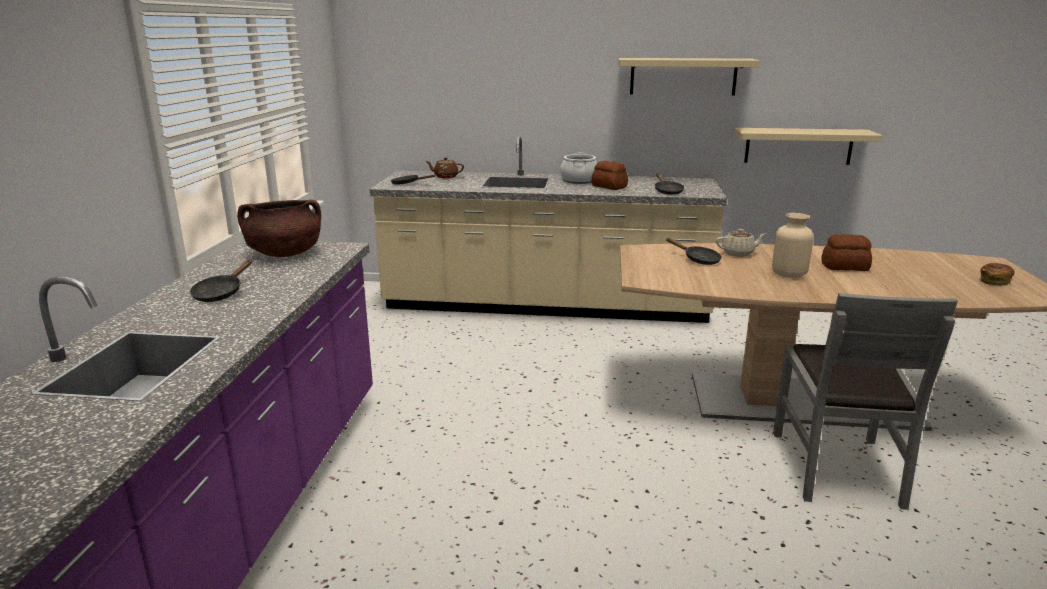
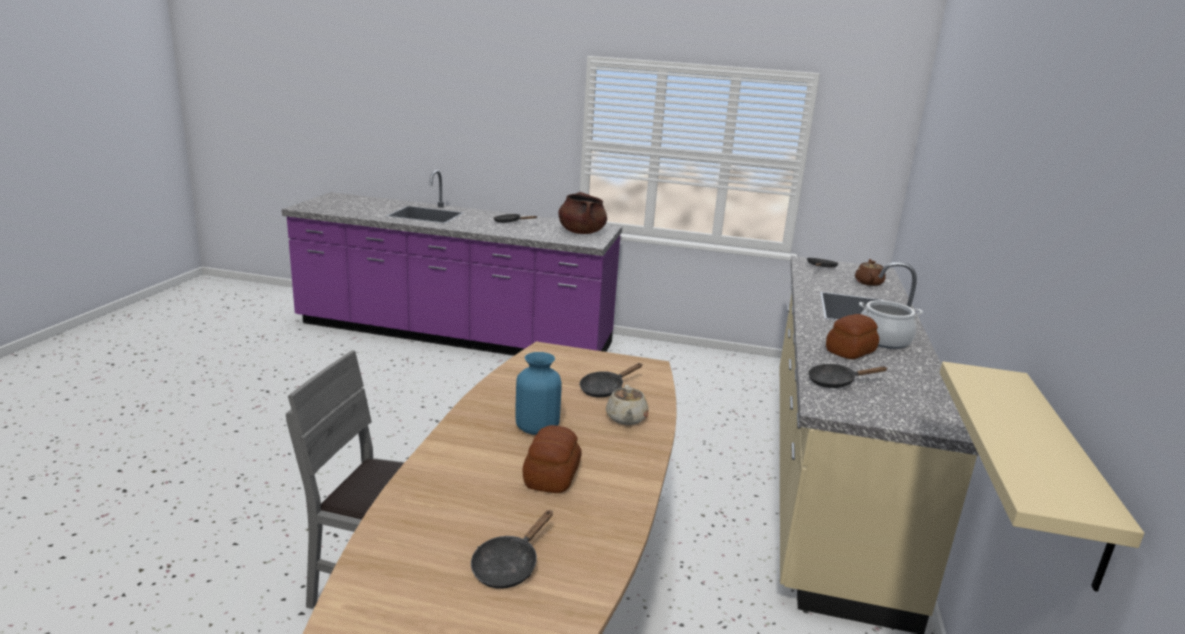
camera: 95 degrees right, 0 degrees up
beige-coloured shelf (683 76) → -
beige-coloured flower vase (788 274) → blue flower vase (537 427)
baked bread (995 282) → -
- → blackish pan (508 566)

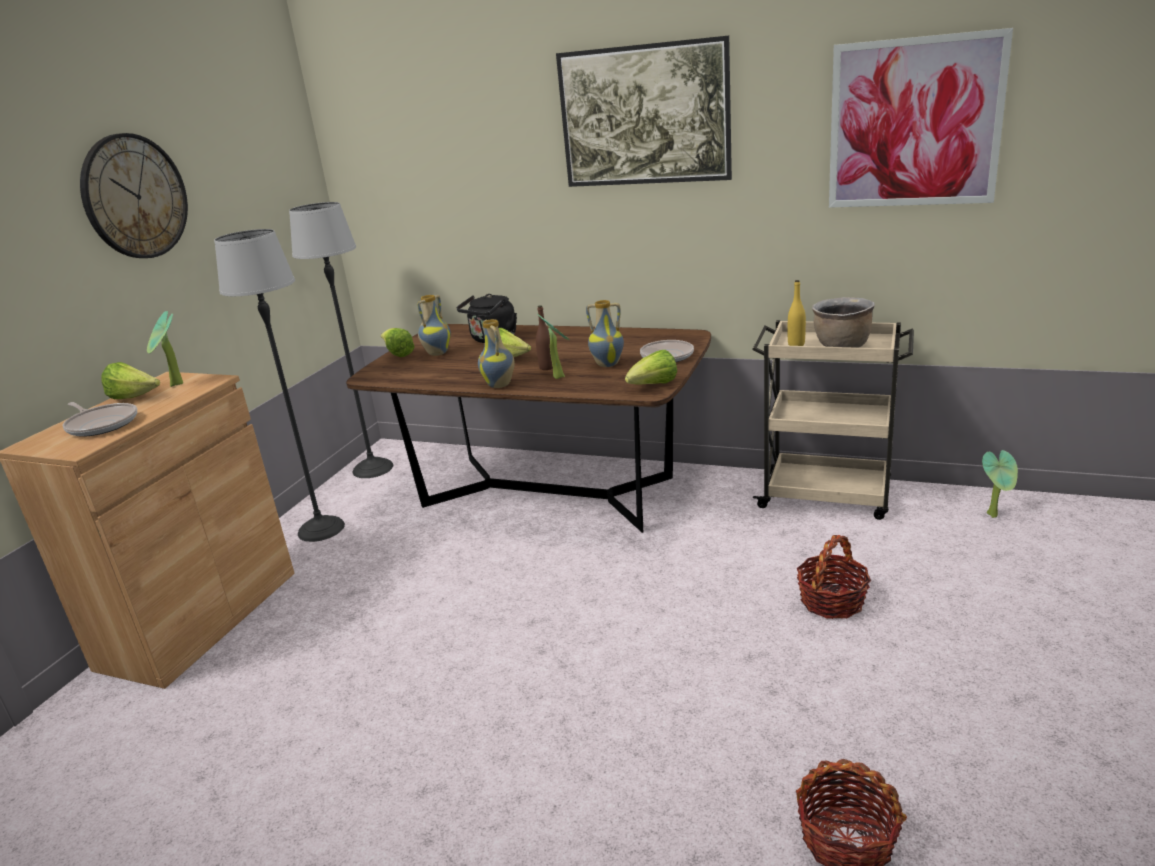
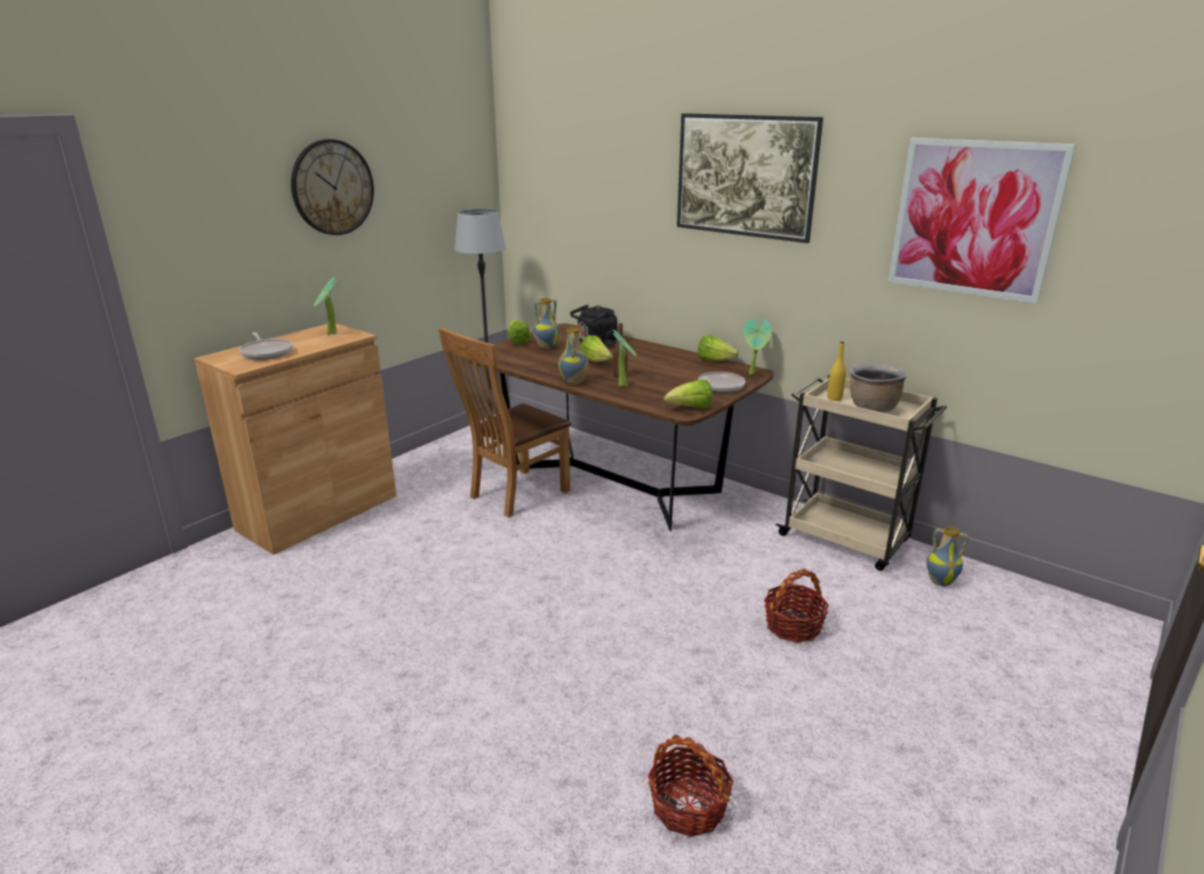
camera: 15 degrees right, 0 degrees up
lettuce (135 398) → lettuce (715 361), shifted
floor lamp (321 529) → -
flower vase (608 364) → flower vase (940 581), shifted
plant in a pot (995 515) → plant in a pot (753 374), shifted
- → brown upright chair (514 495)

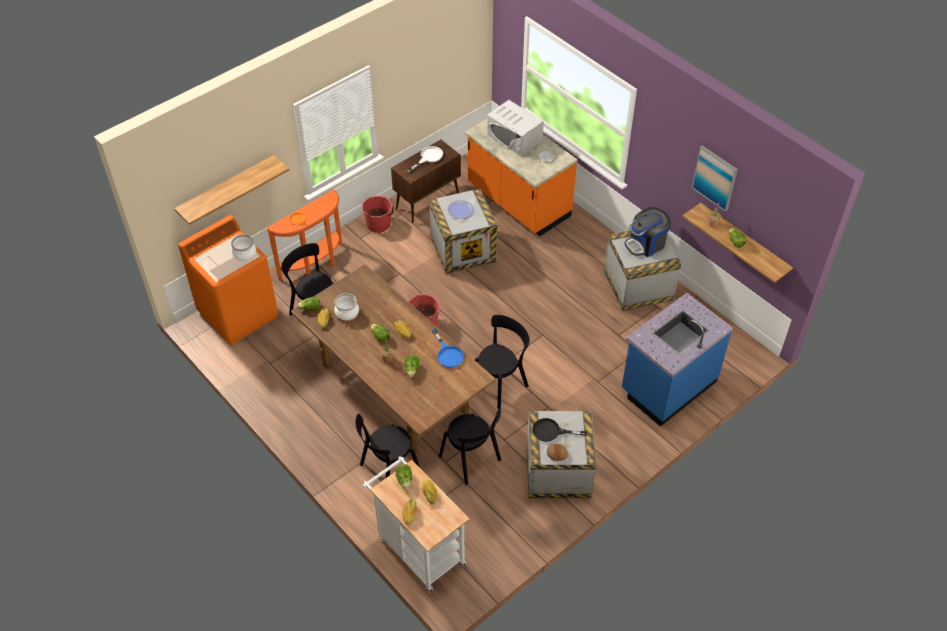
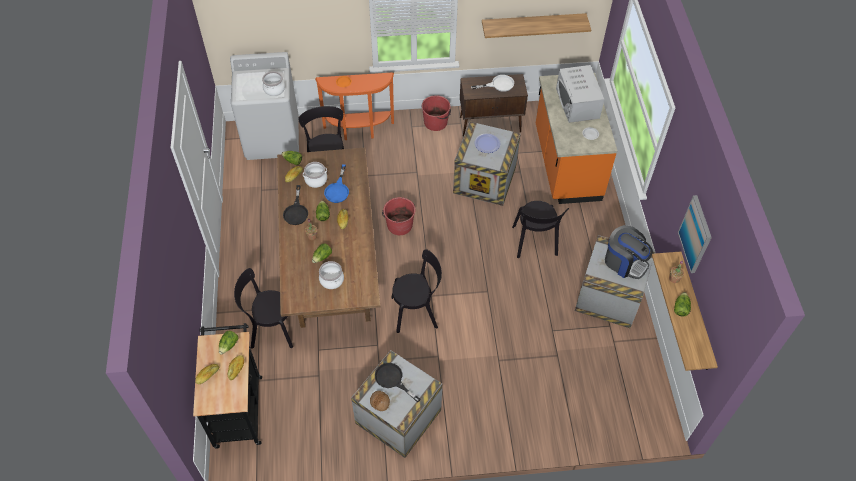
camera: 35 degrees right, 5 degrees up
shelf (226 189) → shelf (533 24), shifted
orange-coloured laundry machine (238 314) → white-coloured laundry machine (272 138)
white-coloured cart (418 548) → blackish cart (238 406)
blue pan (448 354) → blue pan (338 190), shifted
blackish upright chair (471 460) → blackish upright chair (535 243), shifted
blue kitchen base unit (667 386) → -
coffee brewer (646 244) → coffee brewer (624 262), 150 degrees counterclockwise
- → blackish pan (296 211)
- → stockpot (332 280)

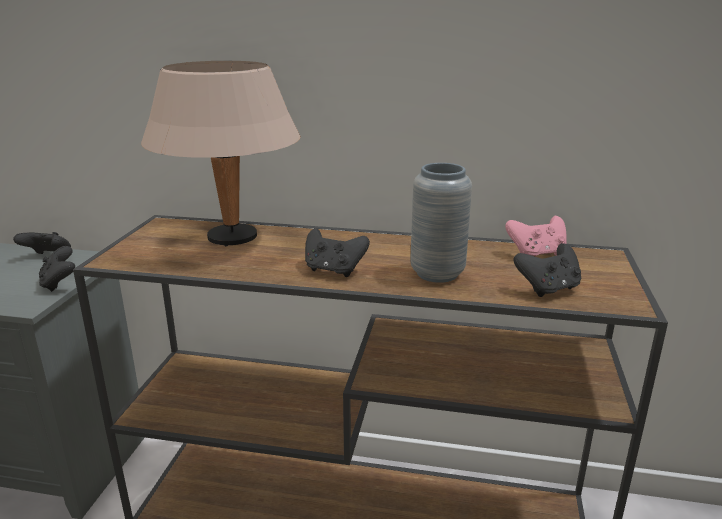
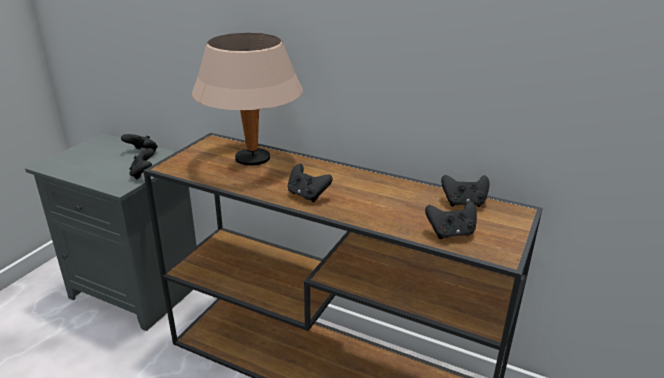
camera: 15 degrees right, 5 degrees up
grey flower vase (437 273) → -
pink-coloured game controller (536 254) → blackish game controller (464 203)

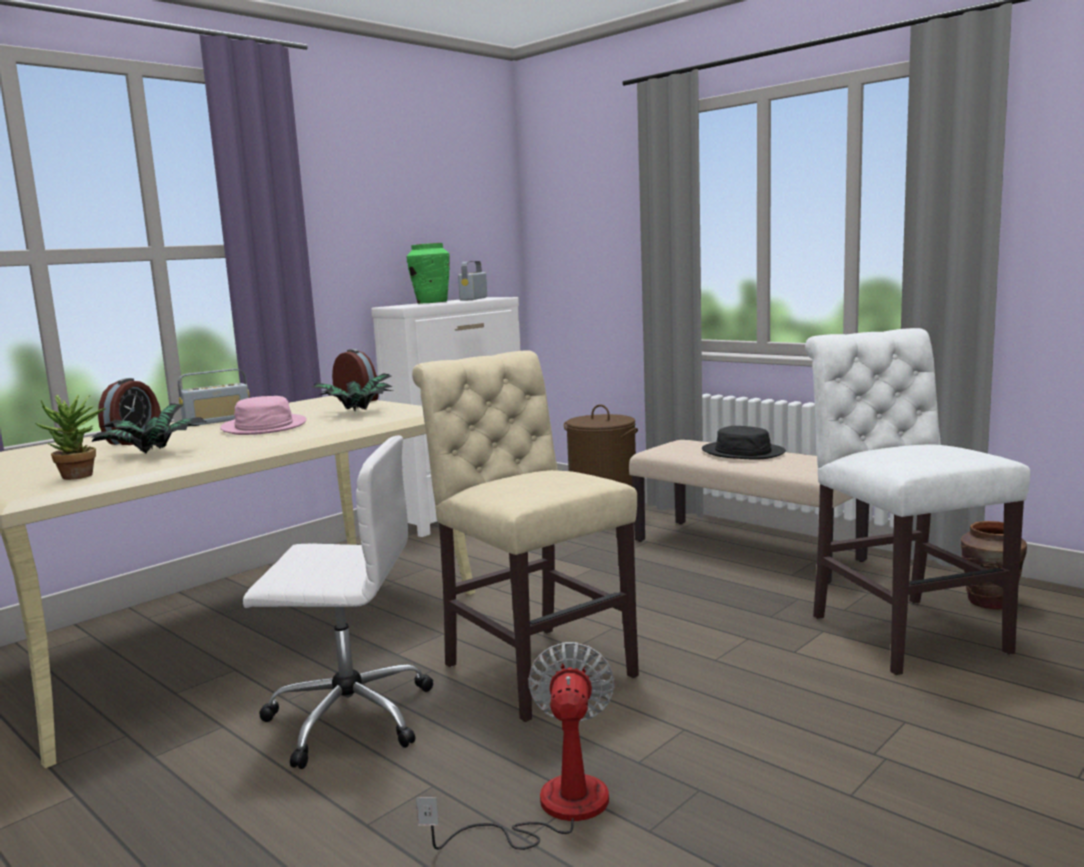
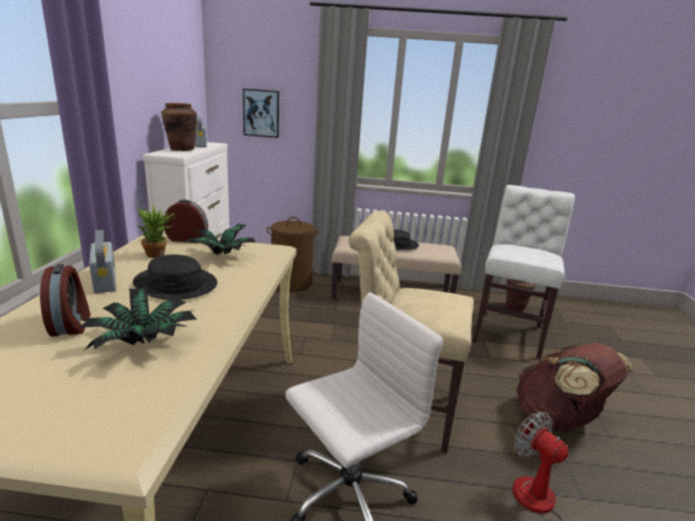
camera: 40 degrees left, 10 degrees up
plant in a pot (79 477) → plant in a pot (159 255), shifted
radio set (217 421) → radio set (105 281), 45 degrees counterclockwise
pink-coloured hat (264 427) → blackish hat (175 284)
greenish flower vase (431 303) → brown flower vase (181 149)
white-coloured upright chair (901 630) → white-coloured upright chair (508 332), 75 degrees clockwise
- → wall picture (261 113)
- → brown backpack (558 420)

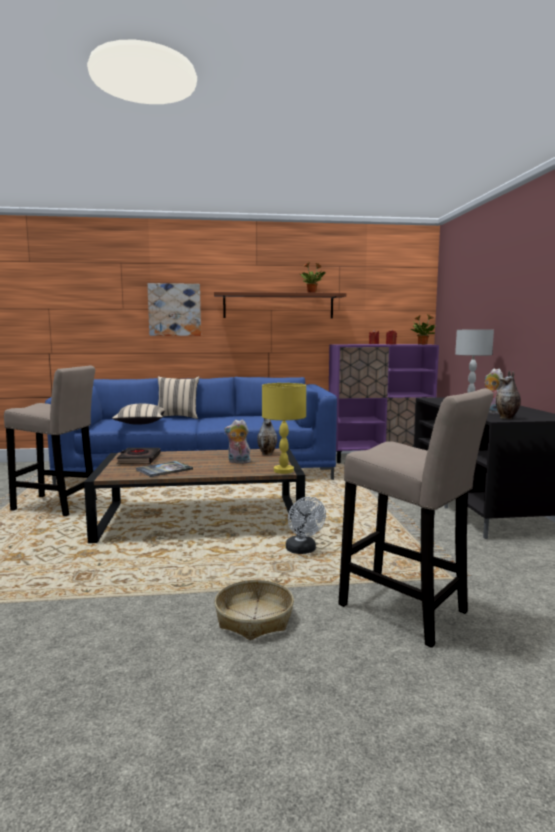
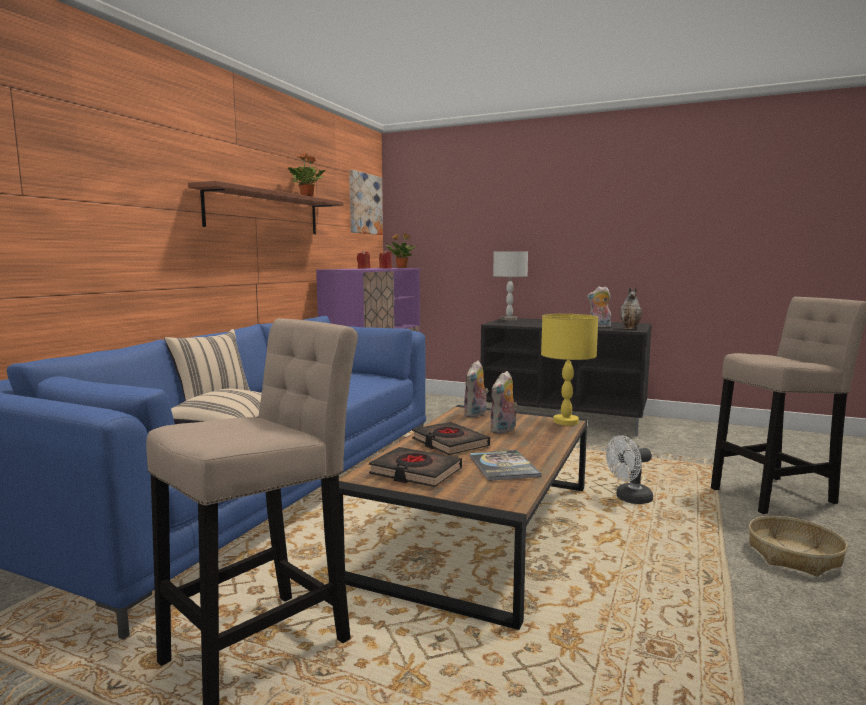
camera: 60 degrees left, 0 degrees up
wall picture (174 310) → wall picture (364 204), shifted
flower vase (267 454) → soft toy (476 415)
white-coloured cooling fan (303 550) → white-coloured cooling fan (629 499), 150 degrees clockwise
- → blackish bound book (449 443)

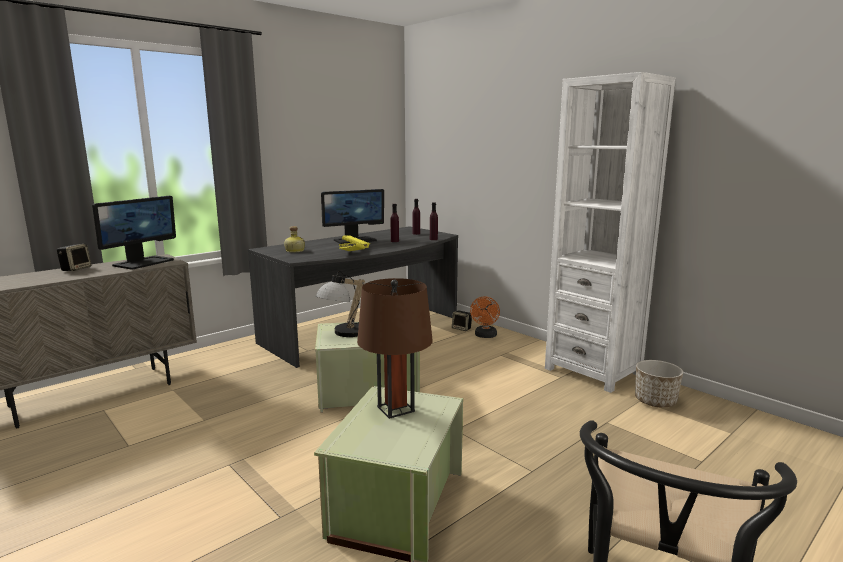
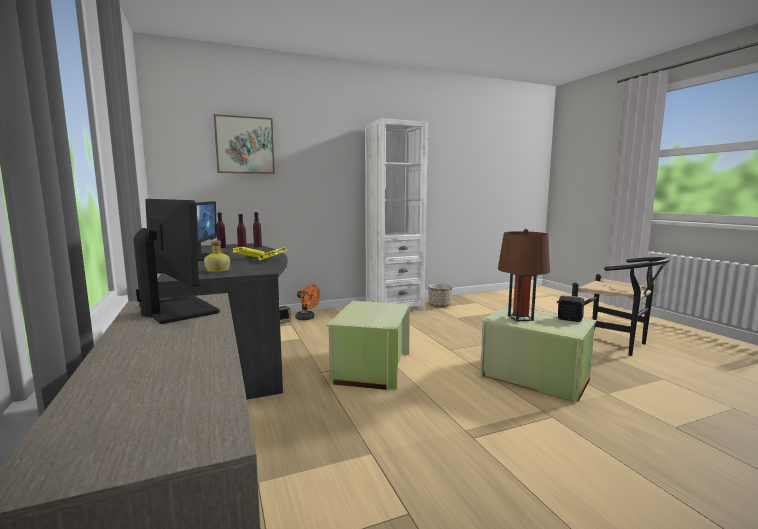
camera: 70 degrees left, 5 degrees down
speaker (76 269) → speaker (569 319), shifted
tabletop lamp (344 334) → -
- → wall picture (245 145)

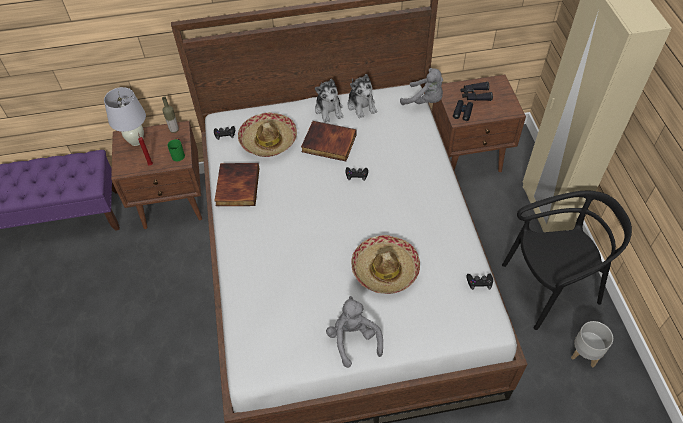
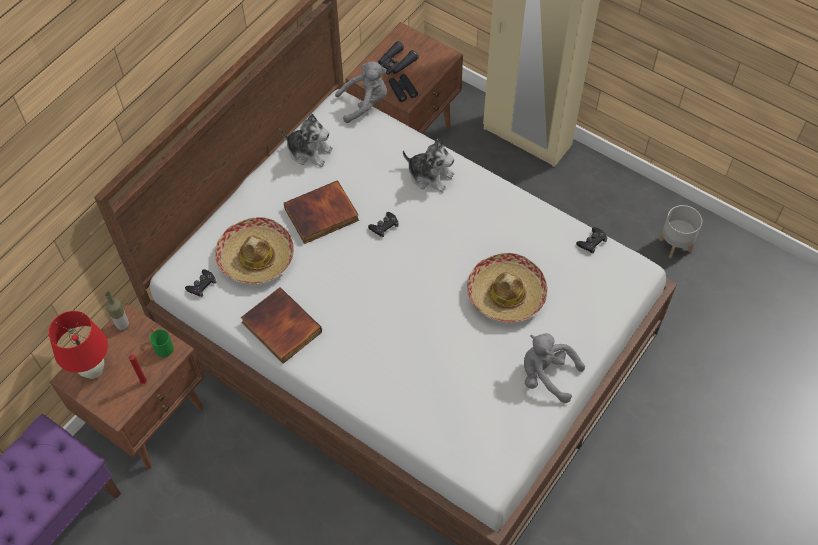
camera: 45 degrees left, 5 degrees up
white-coloured tabletop lamp (136 141) → red-coloured tabletop lamp (93 370)
soft toy (329 110) → soft toy (430 176), shifted
blackish upright chair (550 287) → -

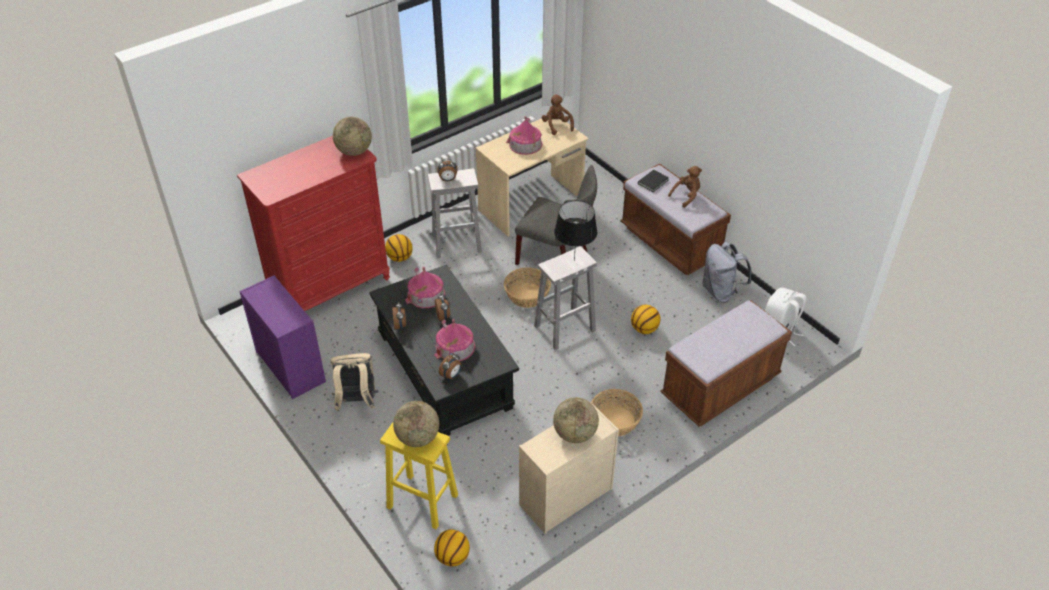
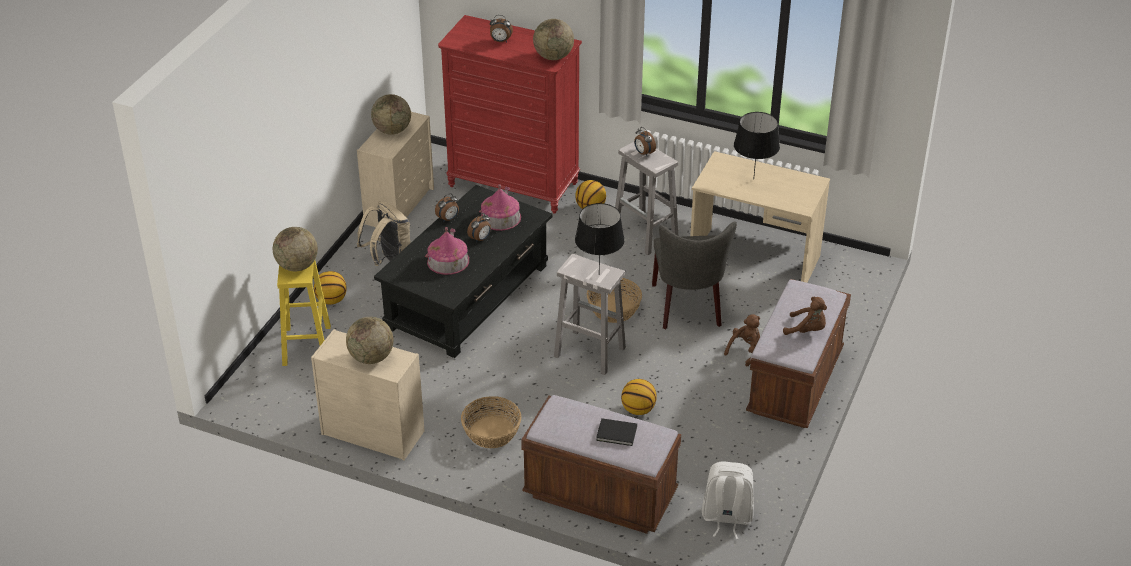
camera: 60 degrees right, 5 degrees down
purplish drawer chest (290 366) → beige-coloured drawer chest (400 205)
basketball (452 557) → basketball (331 300), shifted
alarm clock (451 375) → alarm clock (500 41), shifted
toy house (525 144) → blackish tabletop lamp (753 179)
brown soft toy (556 126) → brown soft toy (745 351), shifted
blackish bound book (654 181) → blackish bound book (617 434), shifted
grey backpack (721 292) → -
- → desk globe (392 130)

